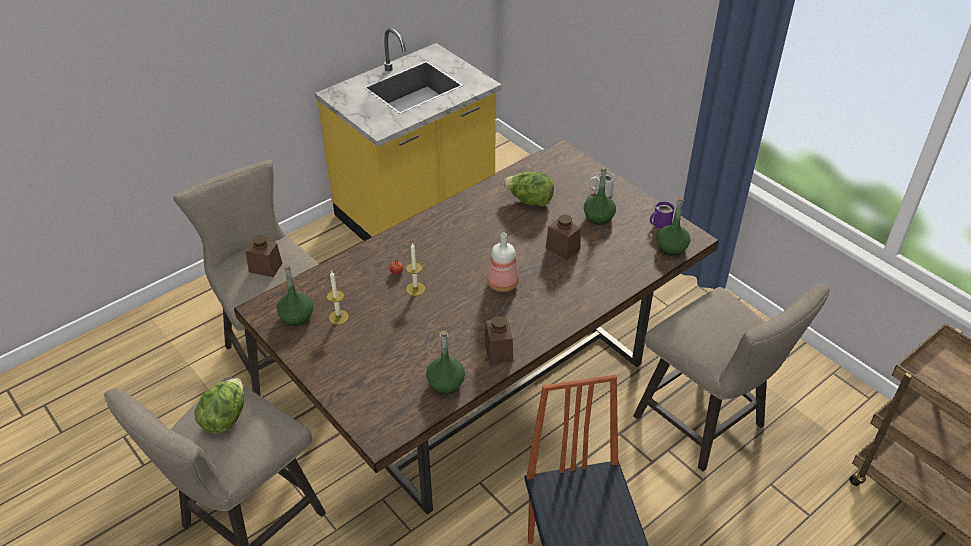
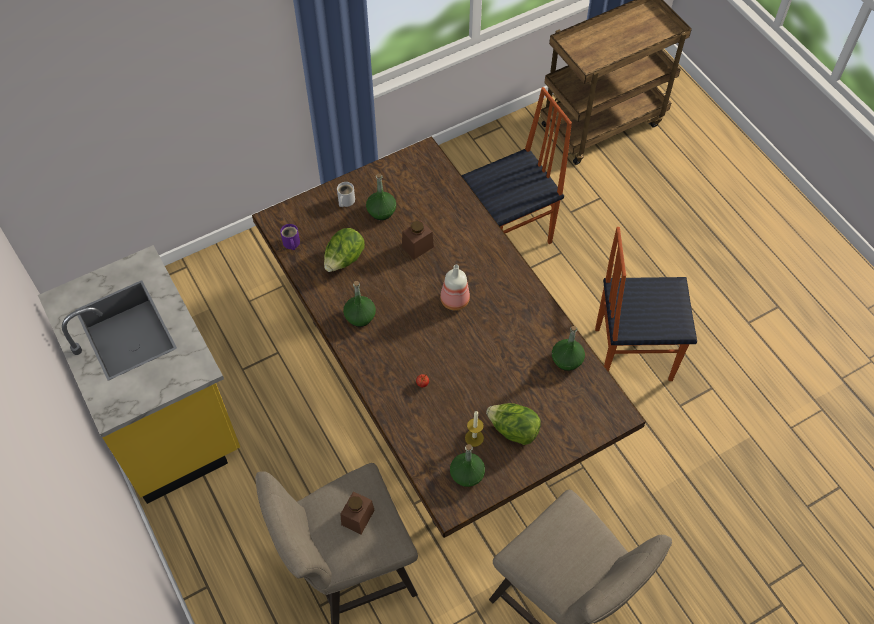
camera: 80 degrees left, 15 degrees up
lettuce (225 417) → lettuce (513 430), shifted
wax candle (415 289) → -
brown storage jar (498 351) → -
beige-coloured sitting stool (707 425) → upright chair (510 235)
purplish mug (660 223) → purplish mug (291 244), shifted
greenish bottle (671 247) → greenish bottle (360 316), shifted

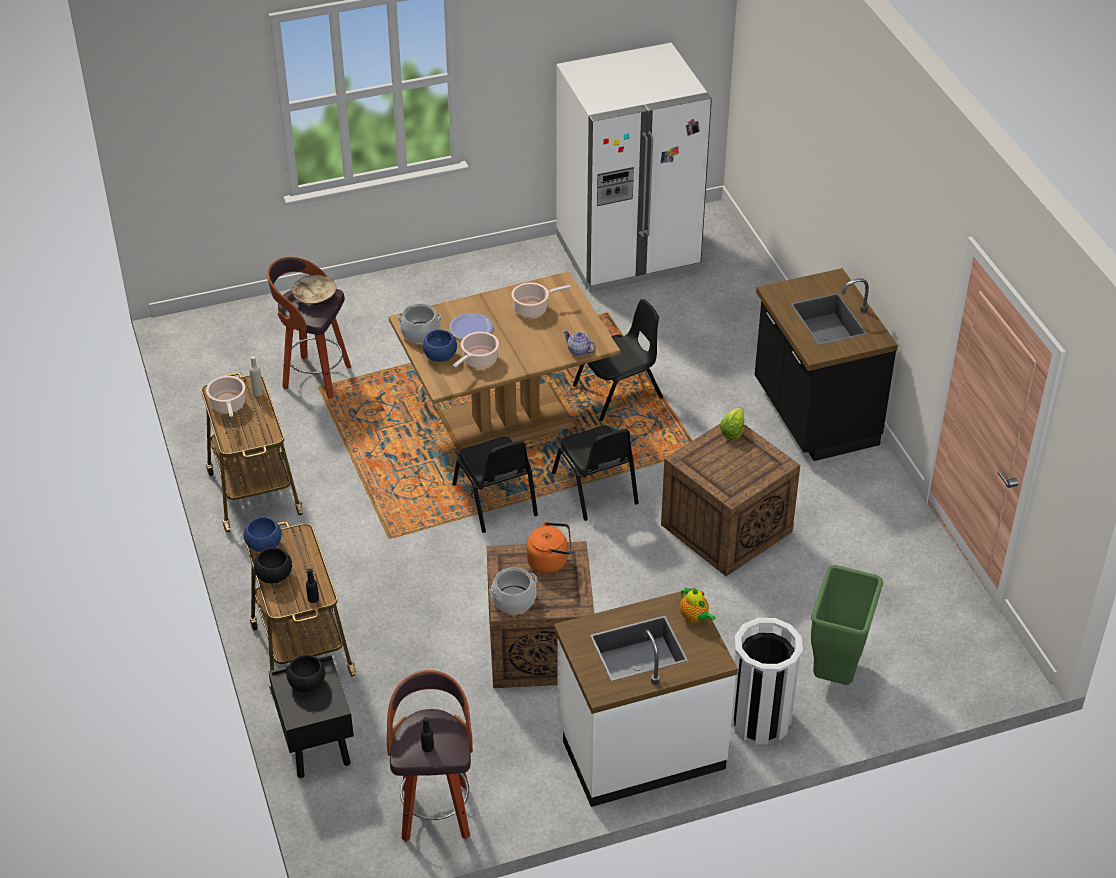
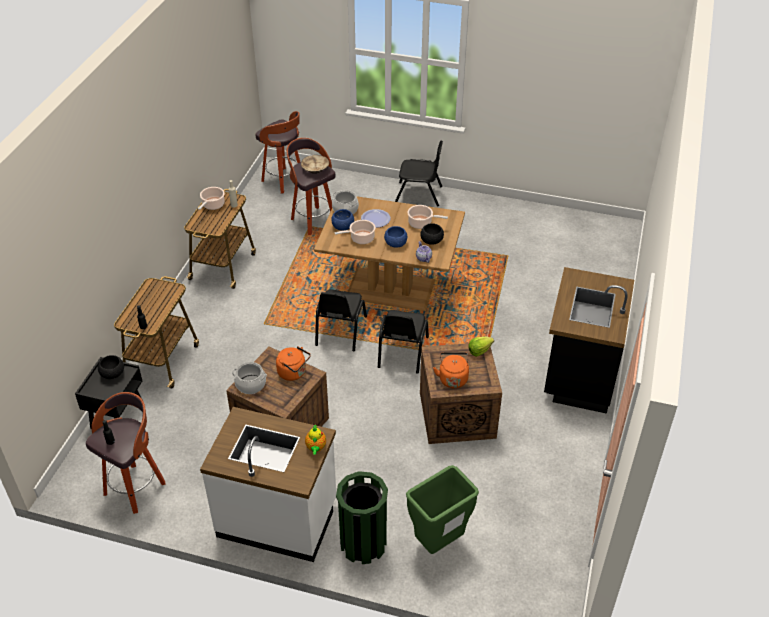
camera: 35 degrees right, 0 degrees up
blue deep dish (264 544) → blue deep dish (395 243), shifted
blackish deep dish (274 575) → blackish deep dish (431 241), shifted
white-coloured kitchen fridge (628 253) → -
blackish upright chair (619 392) → blackish upright chair (419 194), shifted
white-coloured rubbish bin (759 719) → greenish rubbish bin (363 544)
- → sitting stool (284 181)
- → orange-coloured tea kettle (452 378)

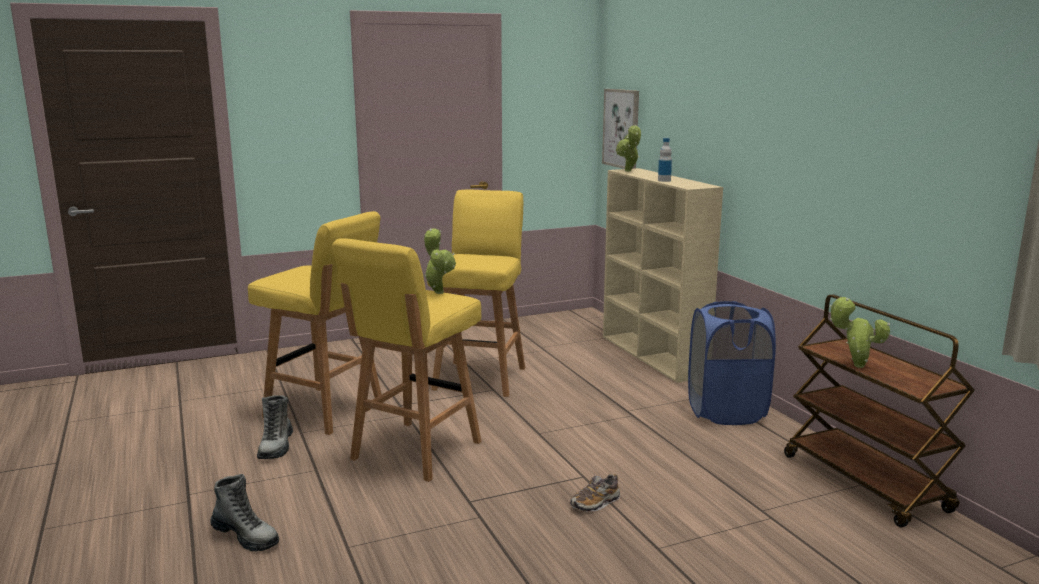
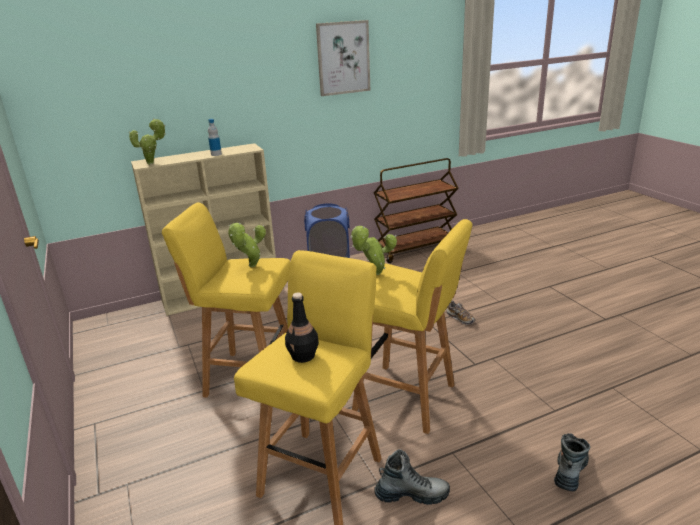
camera: 90 degrees left, 10 degrees up
wall picture (621 128) → wall picture (343 58), shifted
plant in a pot (855 365) → plant in a pot (251 267), shifted
- → blackish bottle (303 356)

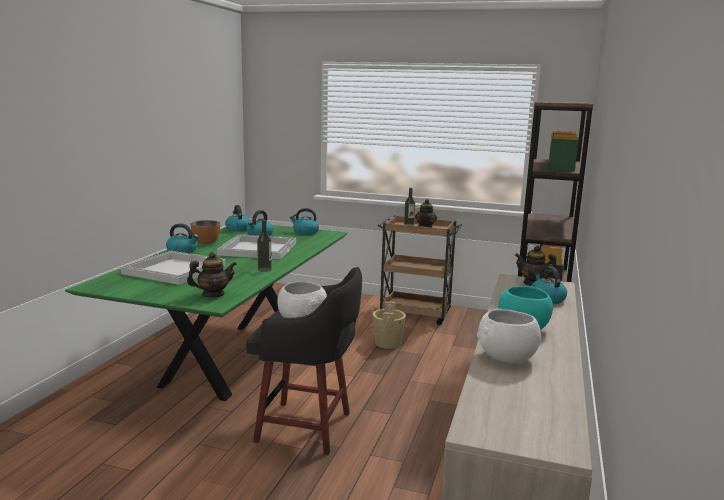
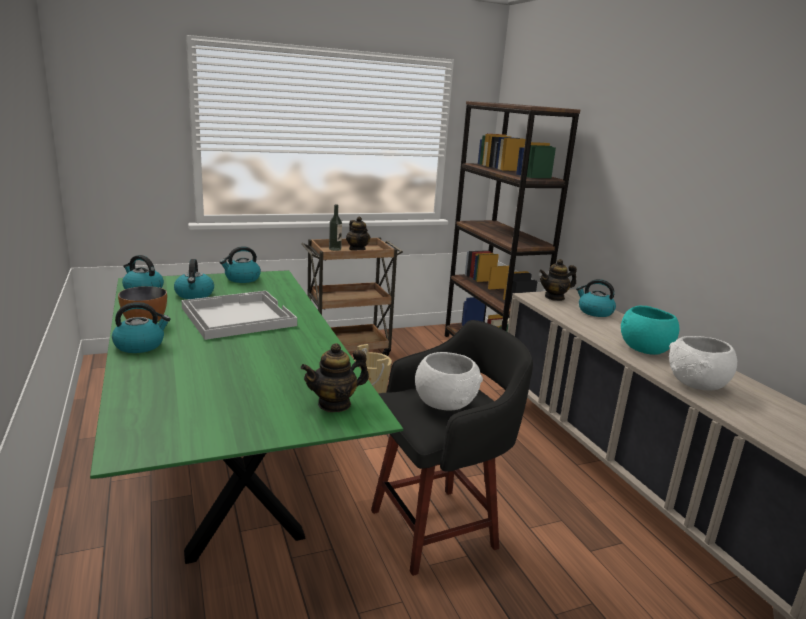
camera: 40 degrees left, 5 degrees up
white-coloured tray (174 269) → -
teapot (213 295) → teapot (334 404), 150 degrees counterclockwise
bottle (264 269) → -

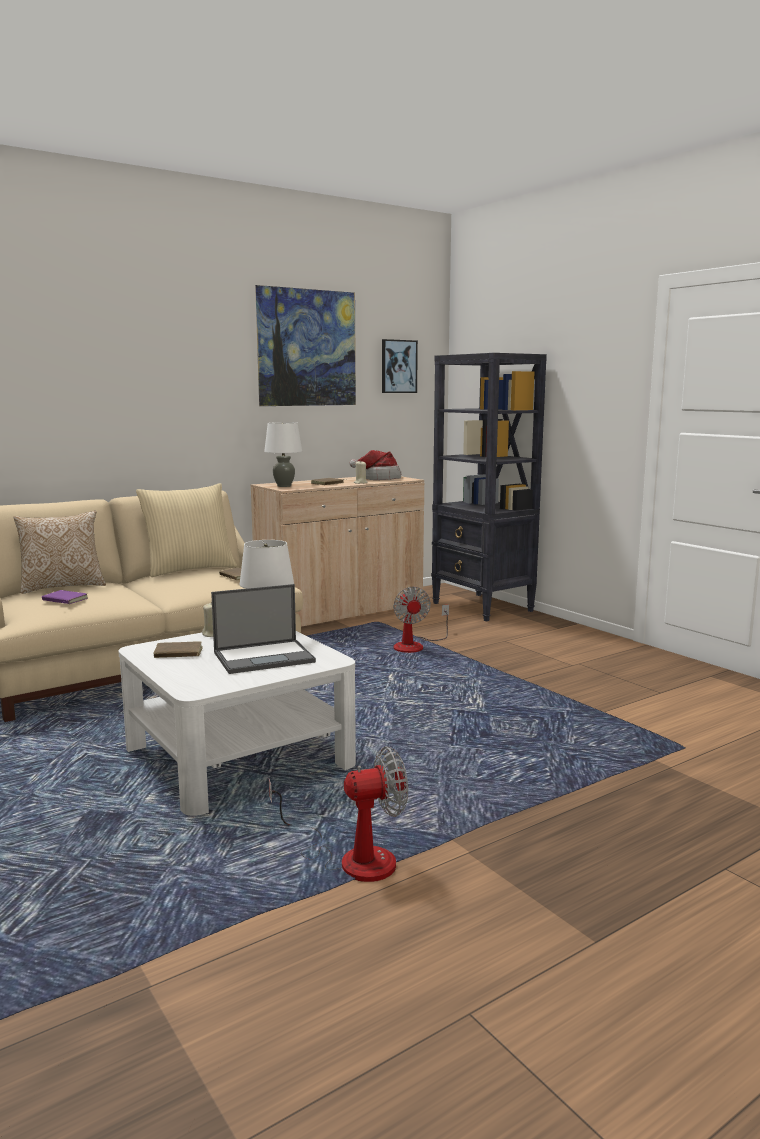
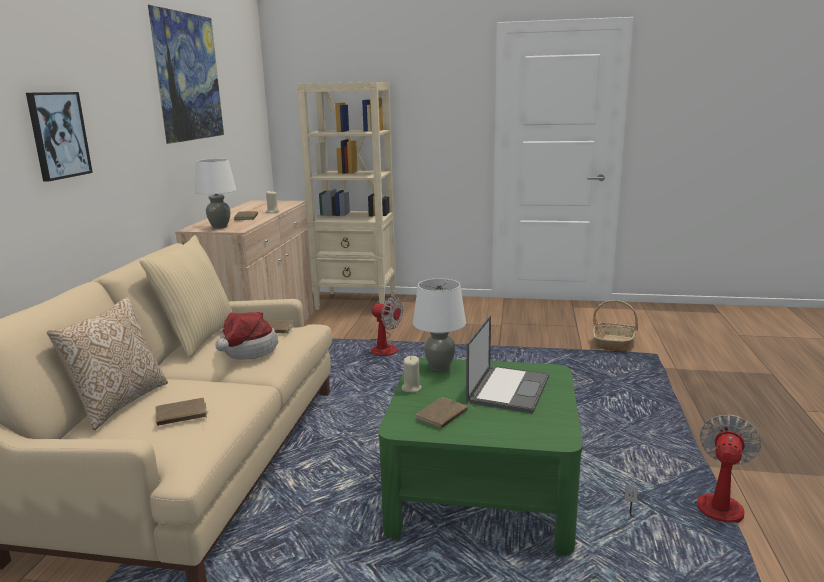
camera: 45 degrees left, 5 degrees up
purplish bound book (64 600) → brown bound book (181 415)
white-coloured low table (239 756) → greenish low table (481 489)
hat (379 478) → hat (246 351), shifted
wall picture (398 366) → wall picture (58 135), shifted
blackish bookcase (482 607) → beige-coloured bookcase (357 302)
- → storage basket (614 343)

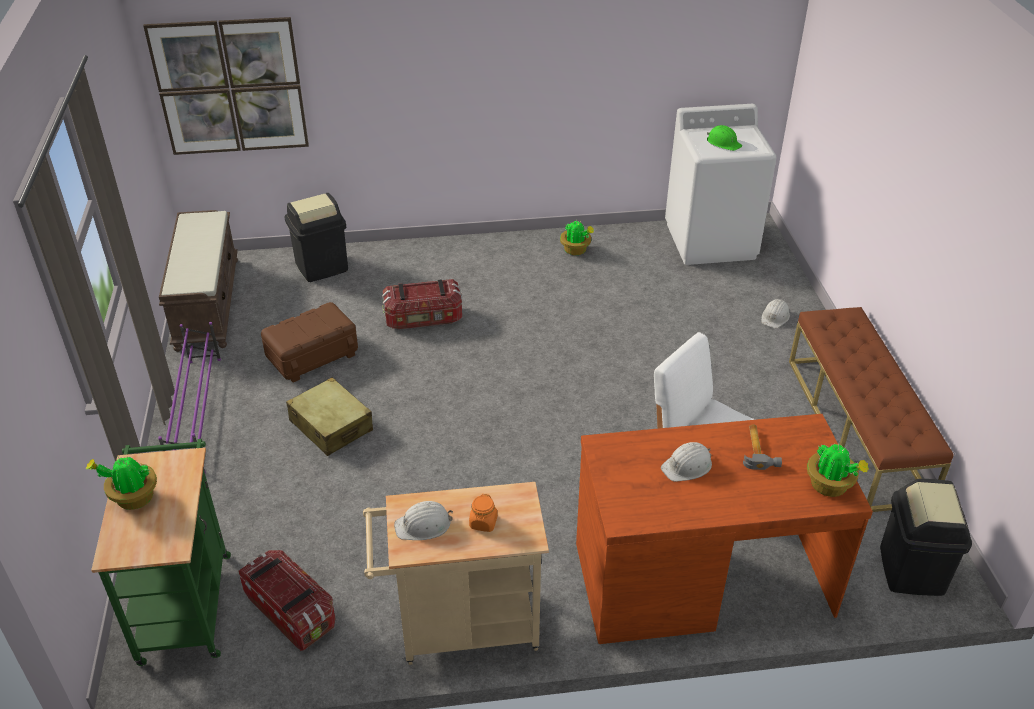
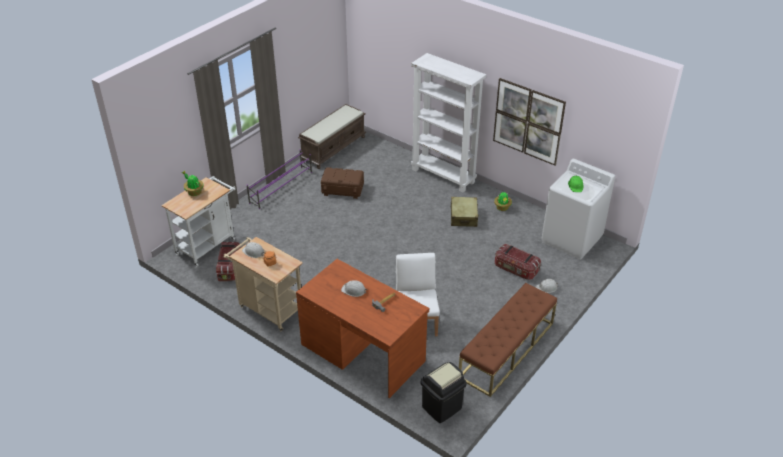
camera: 45 degrees right, 0 degrees up
greenish cart (186 600) → white-coloured cart (208 244)
wall picture (230 87) → wall picture (528 121), shifted
blackish rubbish bin (321 266) → -
beige-coloured travel case (331 426) → beige-coloured travel case (463 216), shifted
storage container (423 319) → storage container (516 269), shifted
plant in a pot (830 486) → -
- → white-coloured bookcase (444 176)

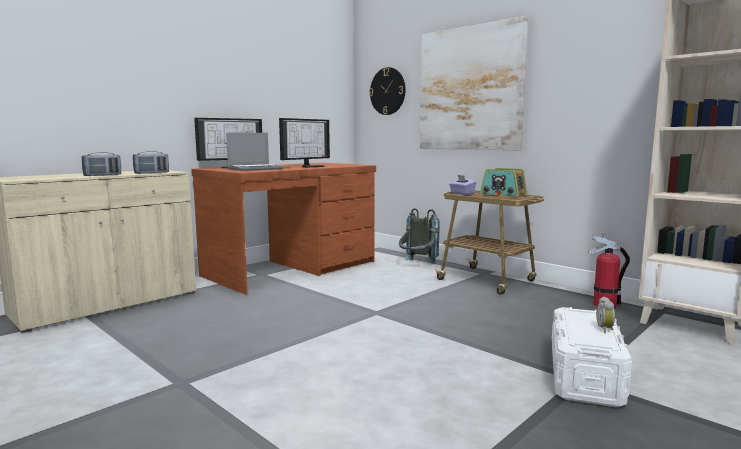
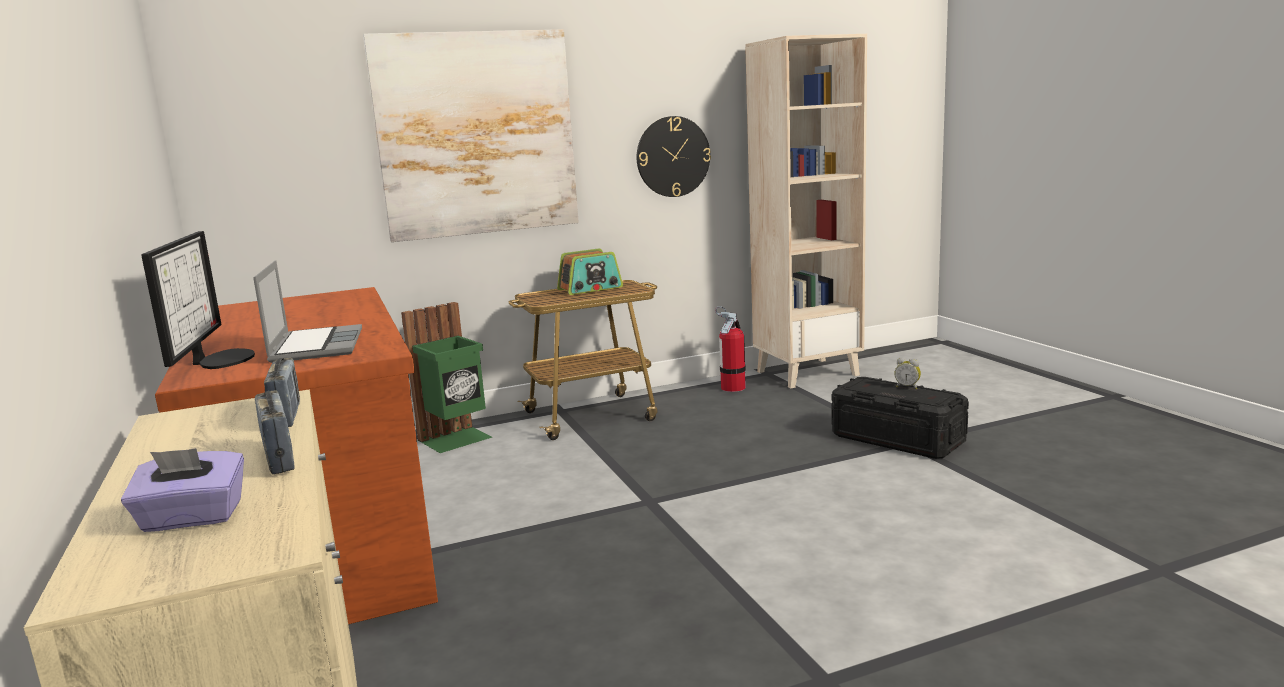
camera: 65 degrees left, 5 degrees up
computer display (311 166) → -
clock on the wall (387 91) → clock on the wall (673 156), shifted
grey backpack (417 264) → greenish rubbish bin (457 439)
purplish tissue holder (462 193) → purplish tissue holder (192 518), shifted
white-coloured storage container (584 375) → blackish storage container (897 439)

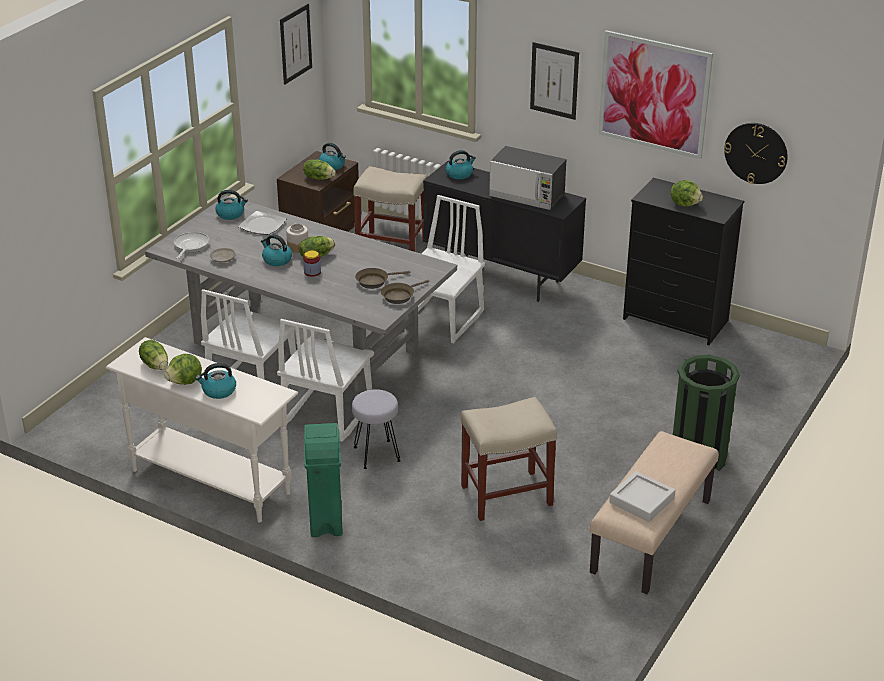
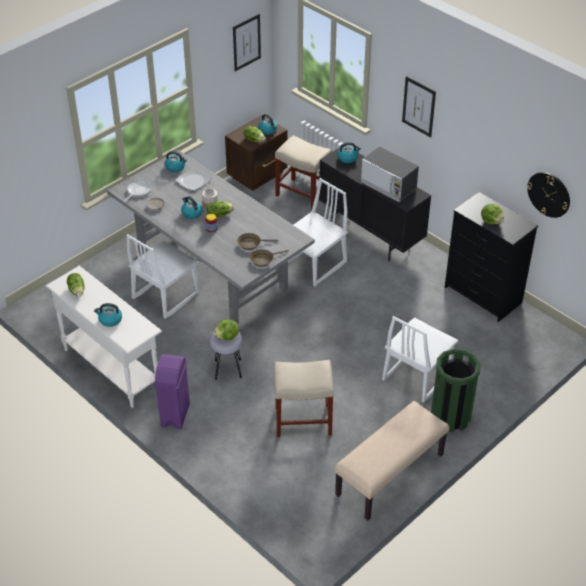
camera: 15 degrees right, 10 degrees up
lettuce (185 382) → lettuce (227 337), shifted
white-coloured upright chair (326 415) → white-coloured upright chair (416 376), shifted
greenish rubbish bin (325 521) → purplish rubbish bin (175 415)
wall picture (654 94) → -
grey tray (641 500) → -

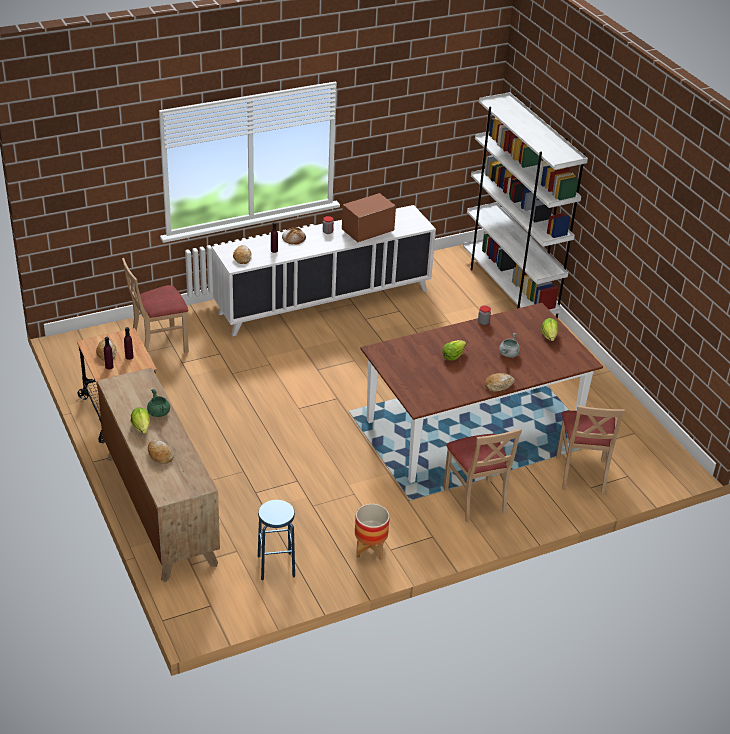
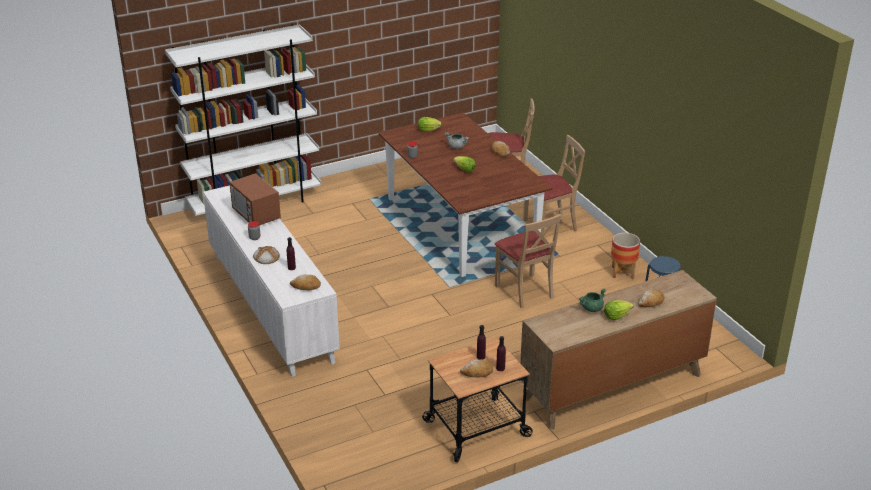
camera: 90 degrees left, 5 degrees down
beige-coloured upright chair (159 345) → beige-coloured upright chair (524 291), shifted

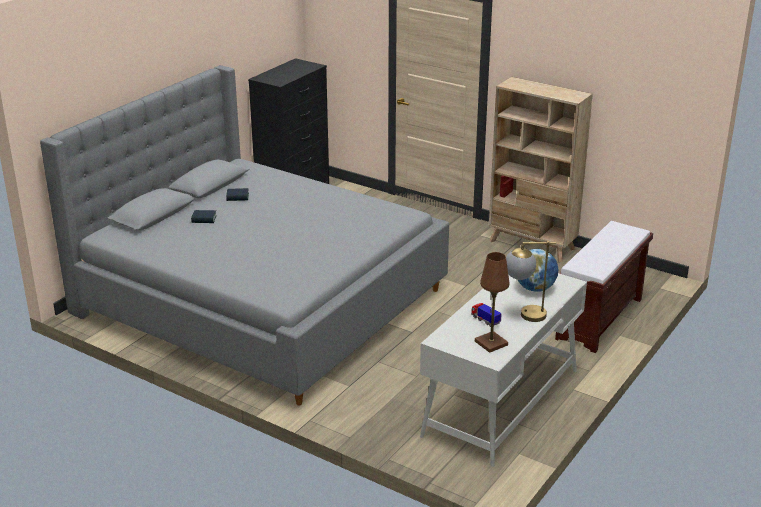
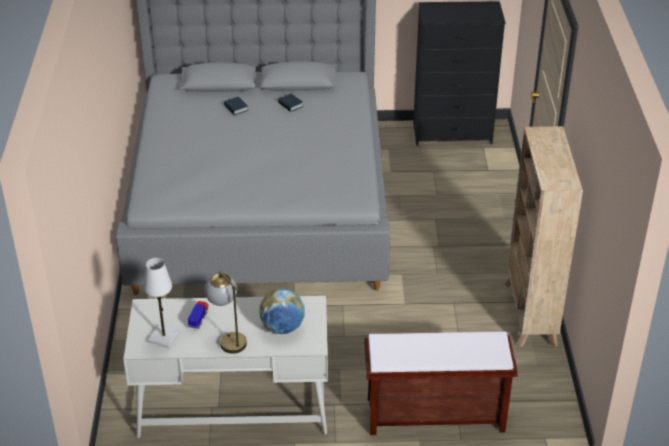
camera: 55 degrees right, 10 degrees up
brown tabletop lamp (491 343) → white-coloured tabletop lamp (164 337)

